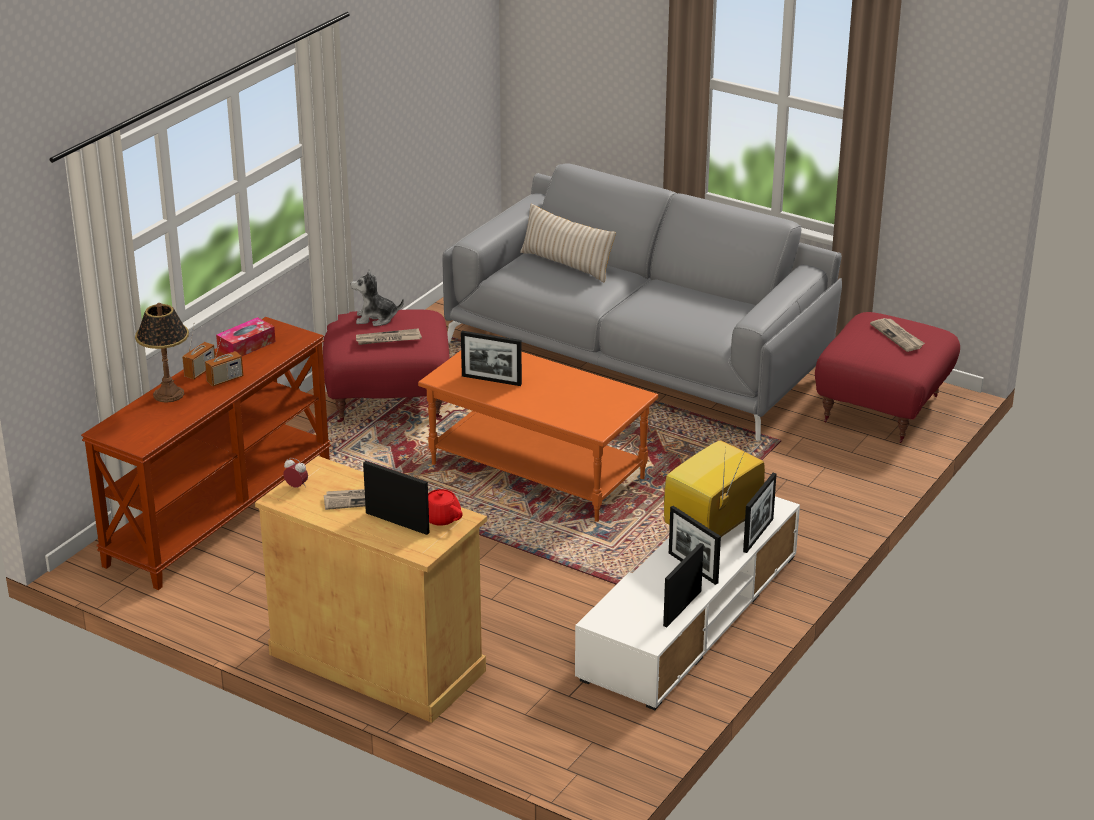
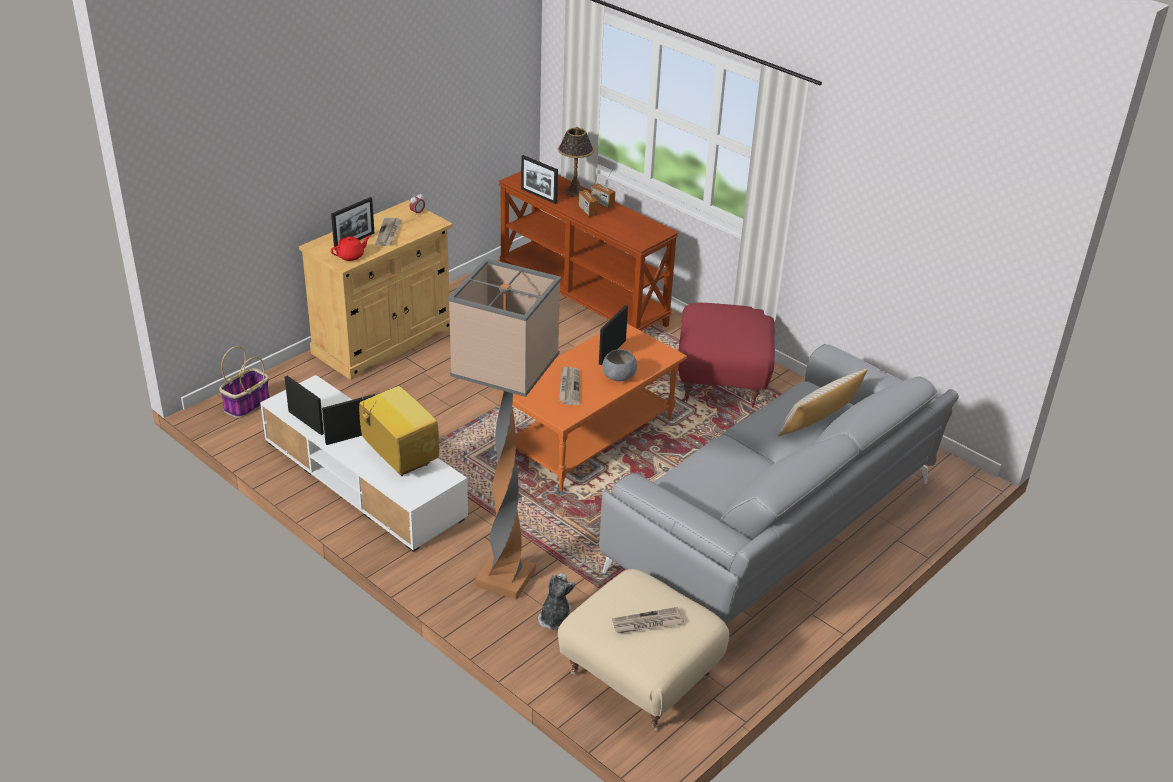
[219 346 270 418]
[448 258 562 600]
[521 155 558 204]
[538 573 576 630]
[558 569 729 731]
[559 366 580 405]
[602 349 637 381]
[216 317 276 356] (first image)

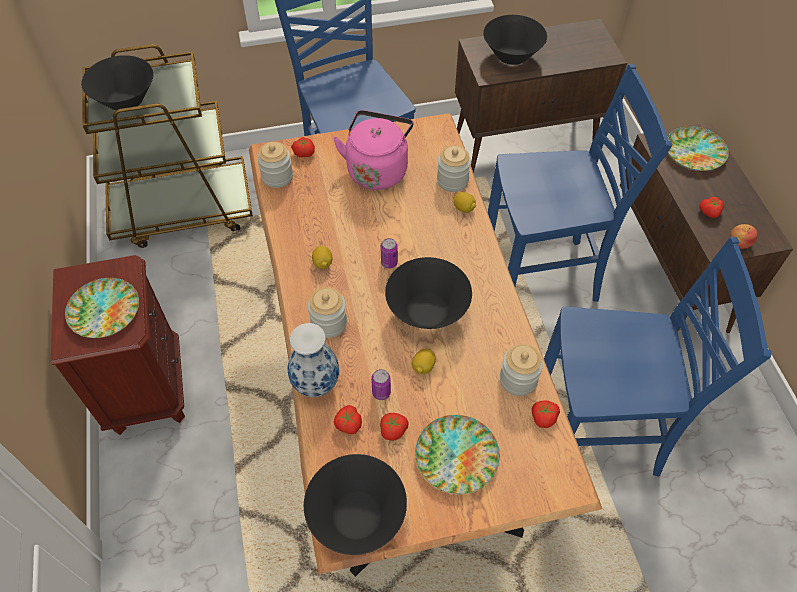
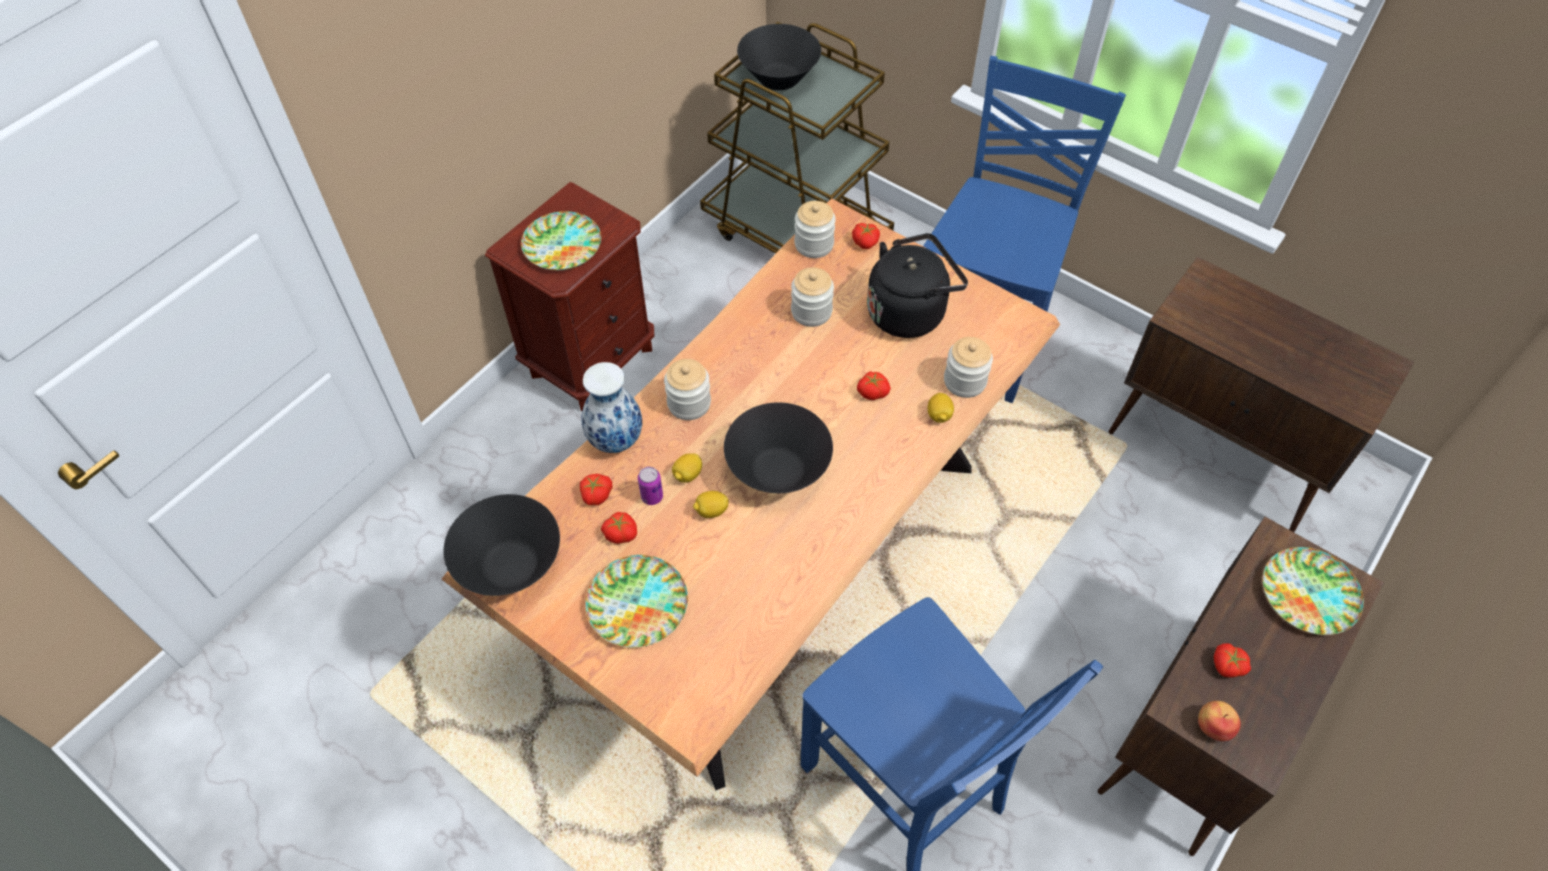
[672 453 702 483]
[791 267 834 327]
[857 371 891 400]
[867 233 968 338]
[381 238 398 269] (first image)
[483 15 547 65] (first image)
[488 64 672 302] (first image)

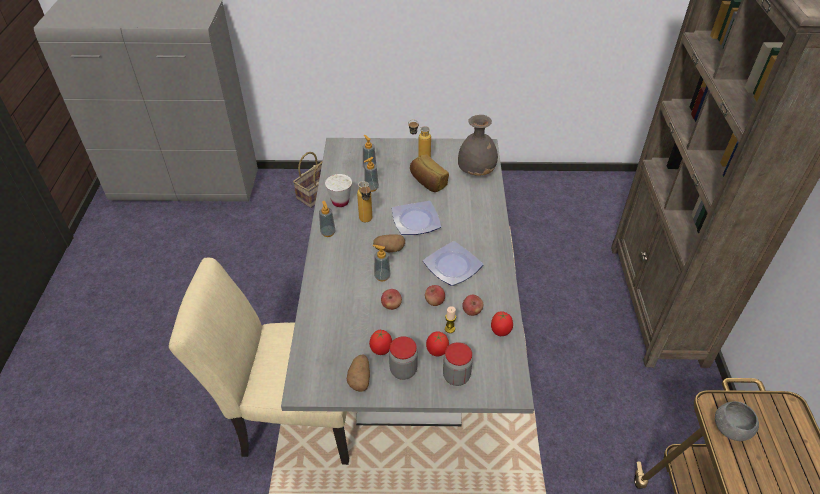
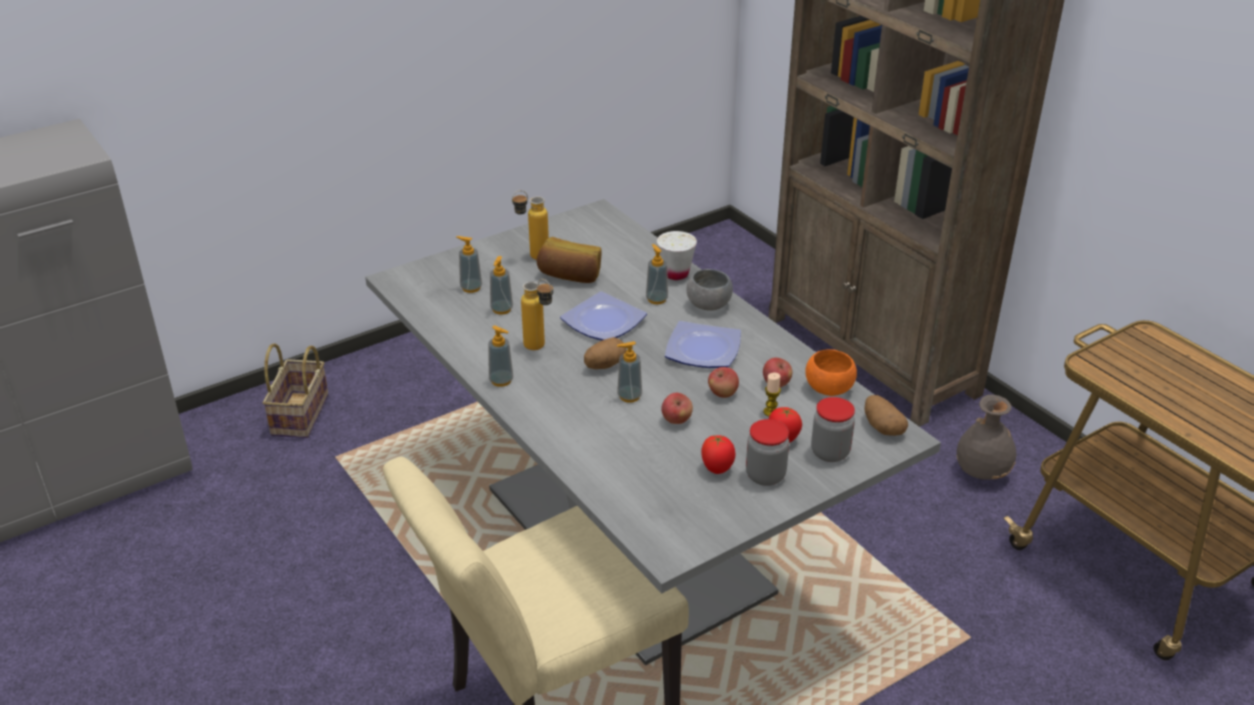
[646 244 668 304]
[657 231 697 280]
[687 269 733 311]
[805 349 857 396]
[865 395 908 436]
[956 395 1017 480]

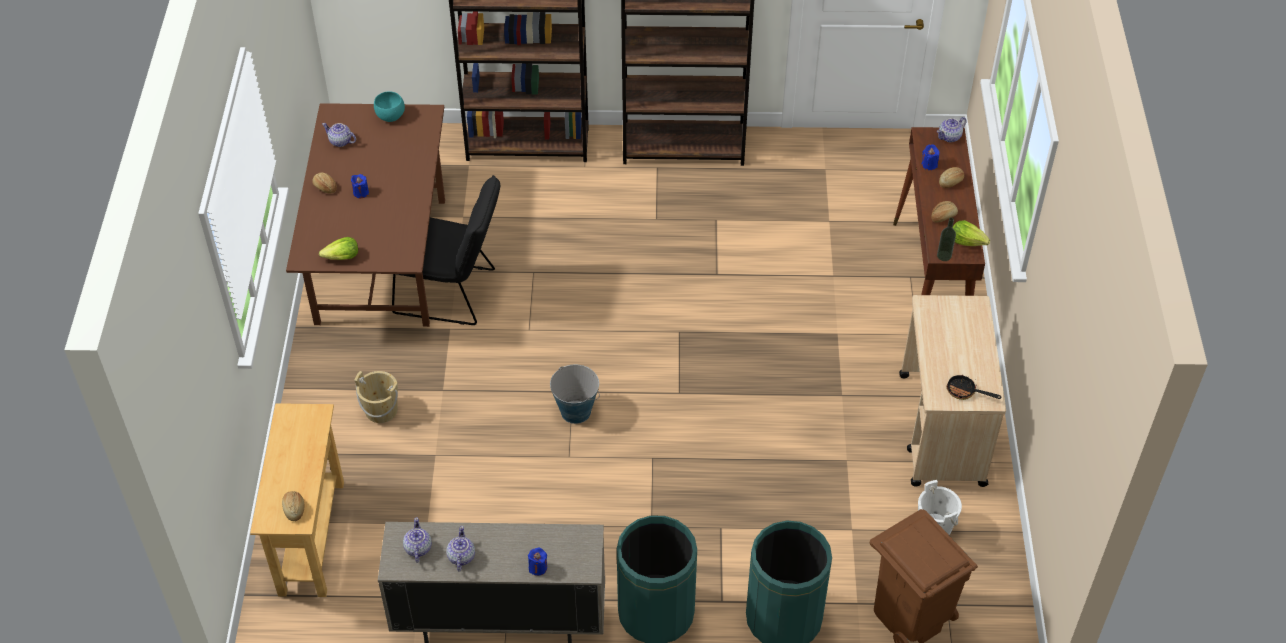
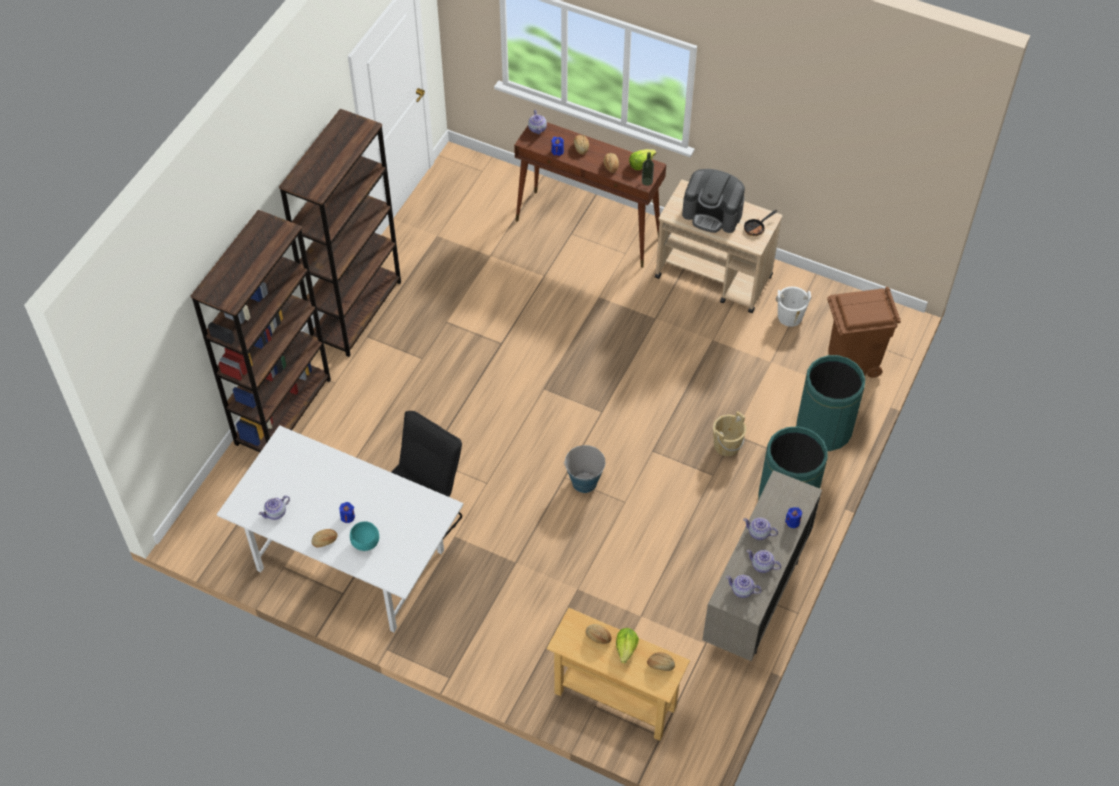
[217 425 464 632]
[350 521 379 551]
[586 624 612 644]
[616 628 639 663]
[682 169 745 233]
[713 411 746 456]
[743 518 778 540]

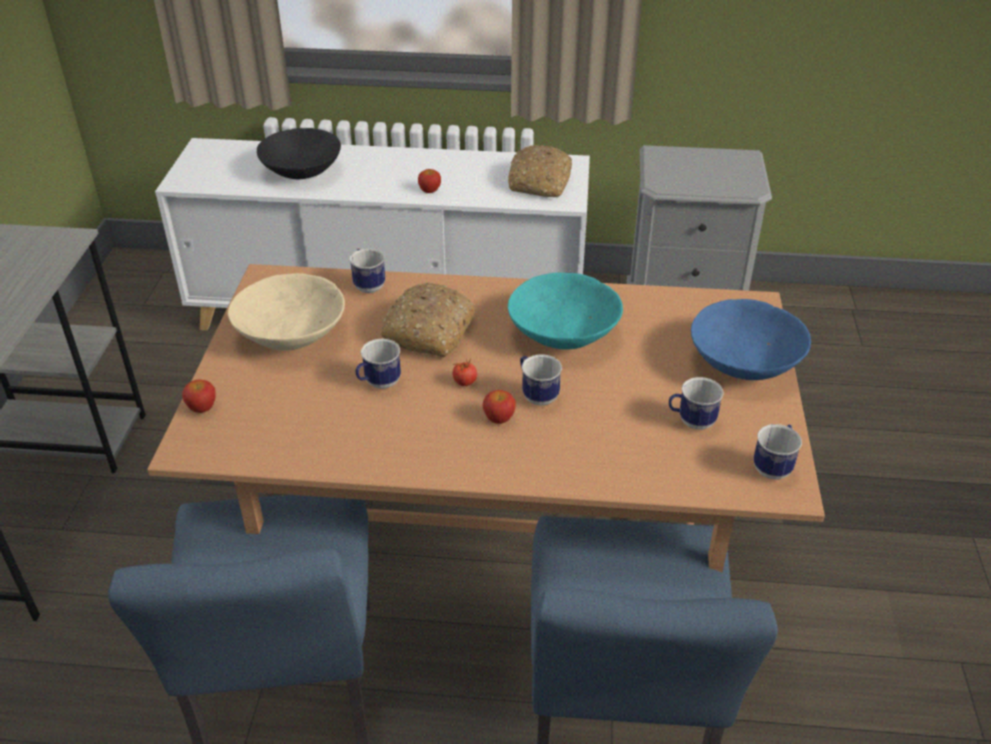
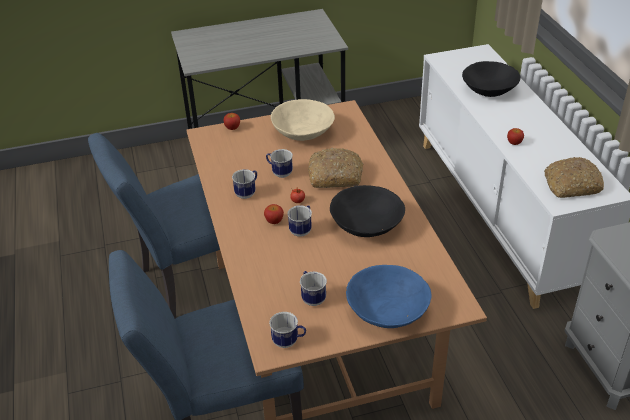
[232 169 257 199]
[330 185 405 237]

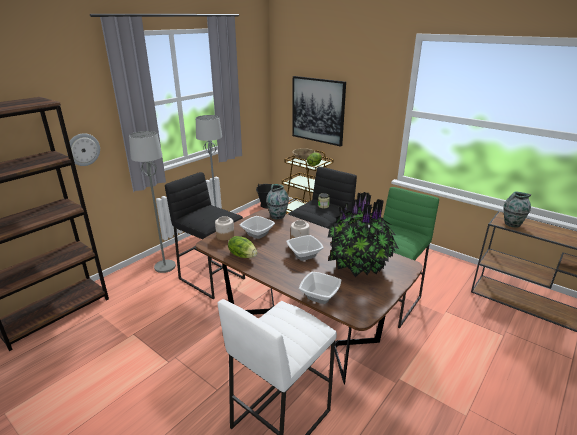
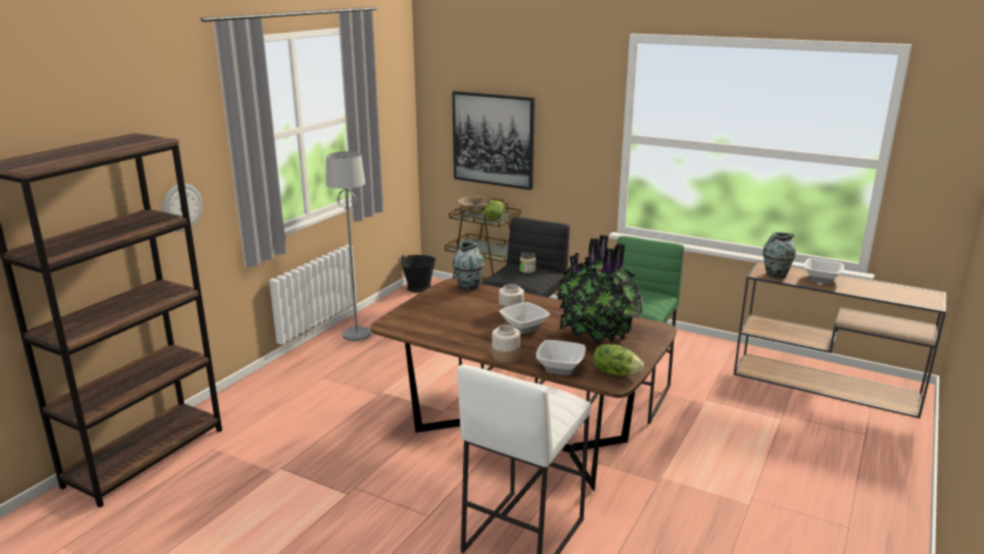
[492 325 521 363]
[593 344 644 376]
[804 258 844 284]
[129 131 176 273] (first image)
[165 172 245 299] (first image)

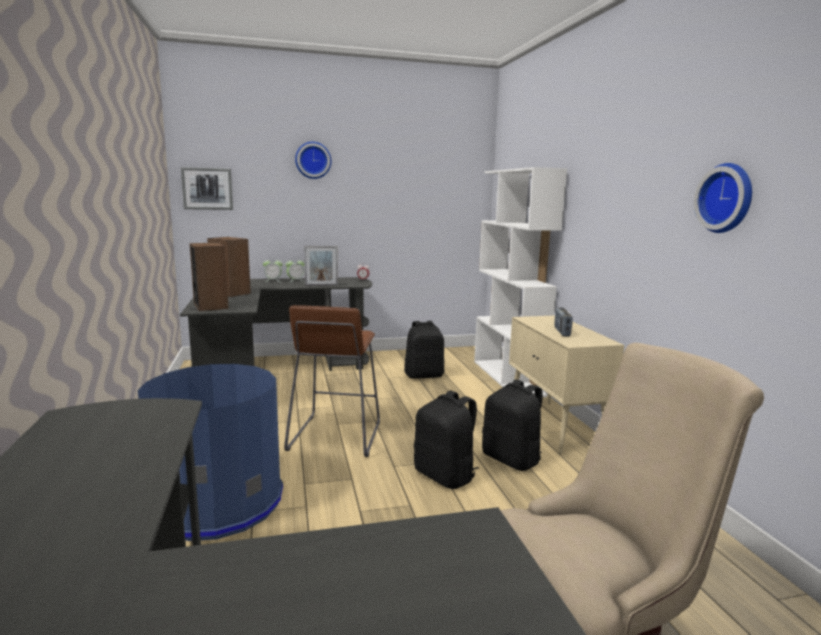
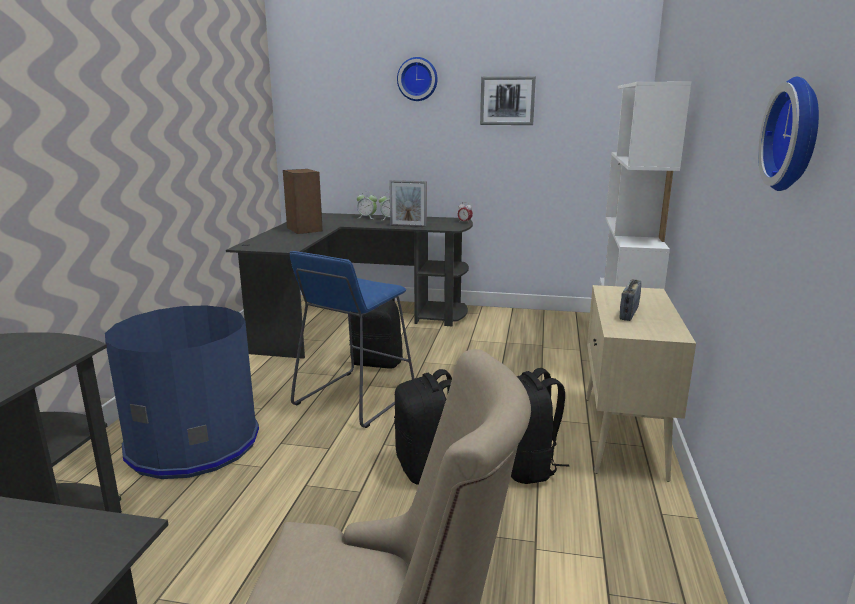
[290 251 414 428]
[349 298 403 369]
[480 76 536 125]
[190 243 228 311] (first image)

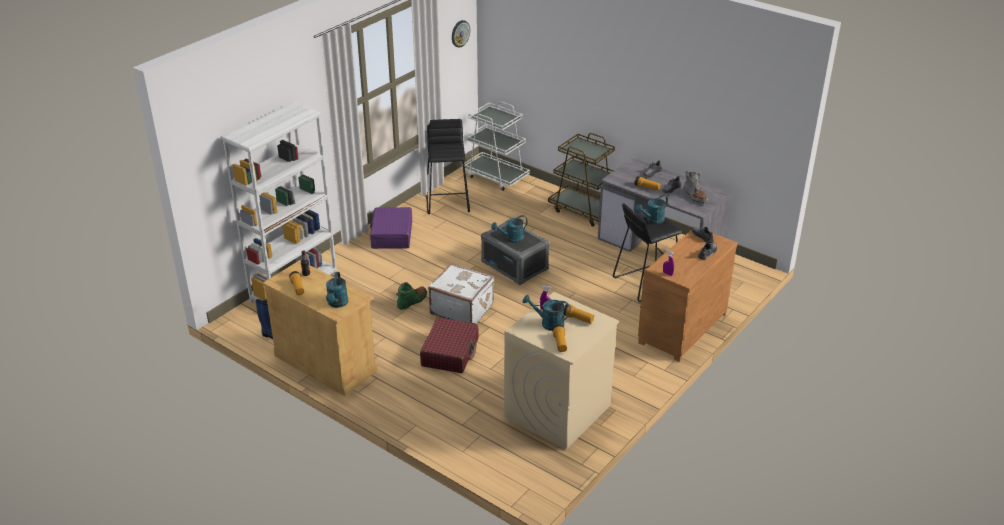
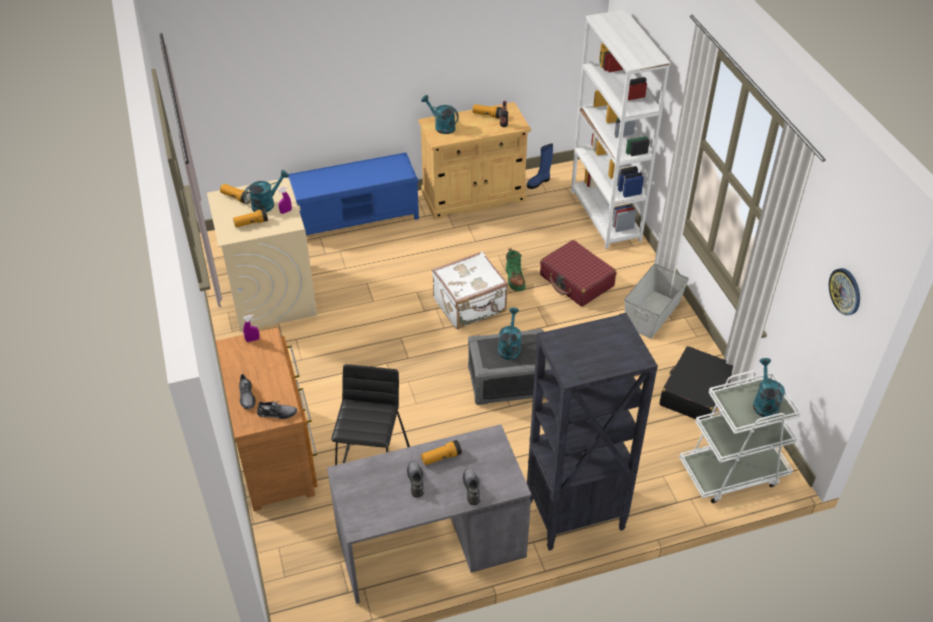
[287 152 419 235]
[527 313 658 551]
[540 240 616 307]
[624 264 689 339]
[659 346 733 420]
[753 358 785 418]
[683 171 709 204] (first image)

